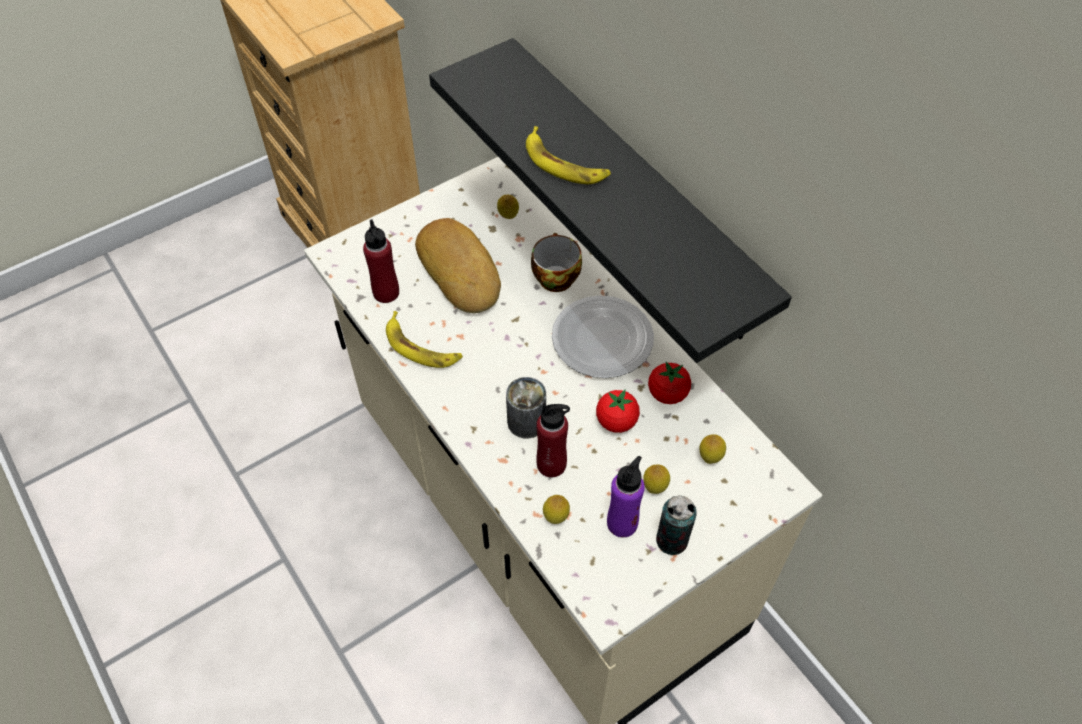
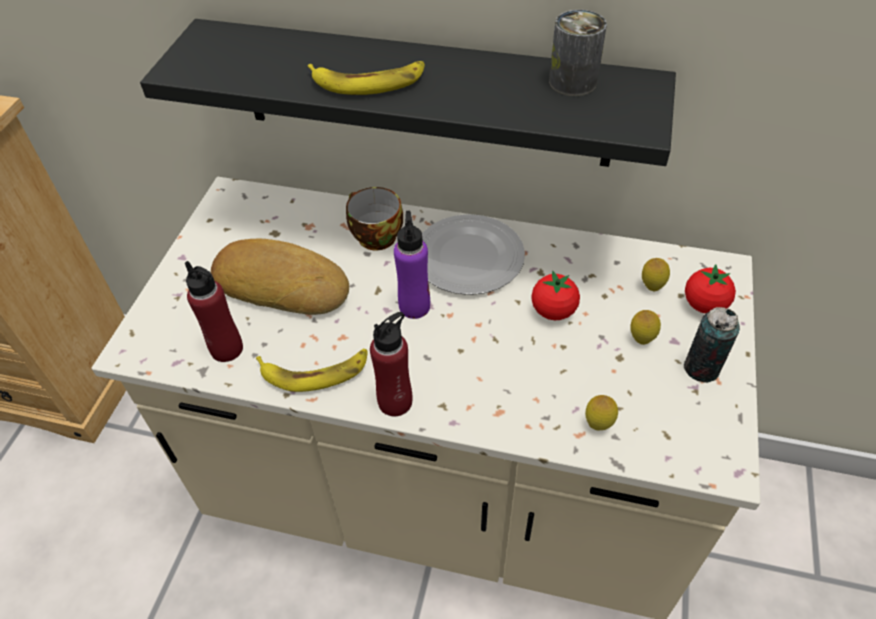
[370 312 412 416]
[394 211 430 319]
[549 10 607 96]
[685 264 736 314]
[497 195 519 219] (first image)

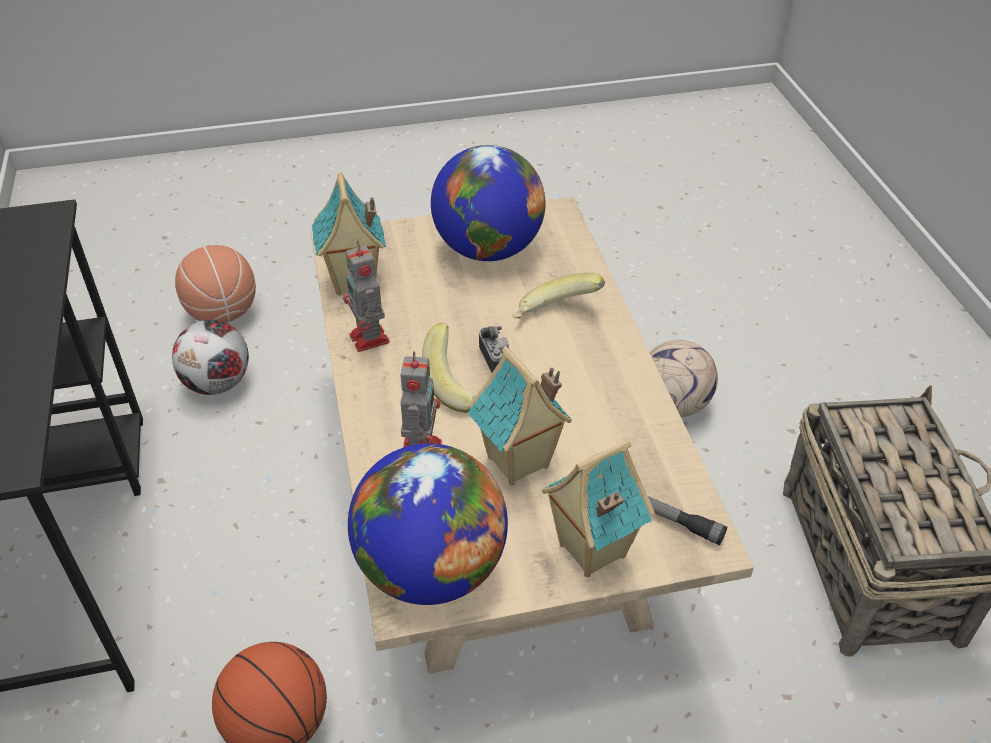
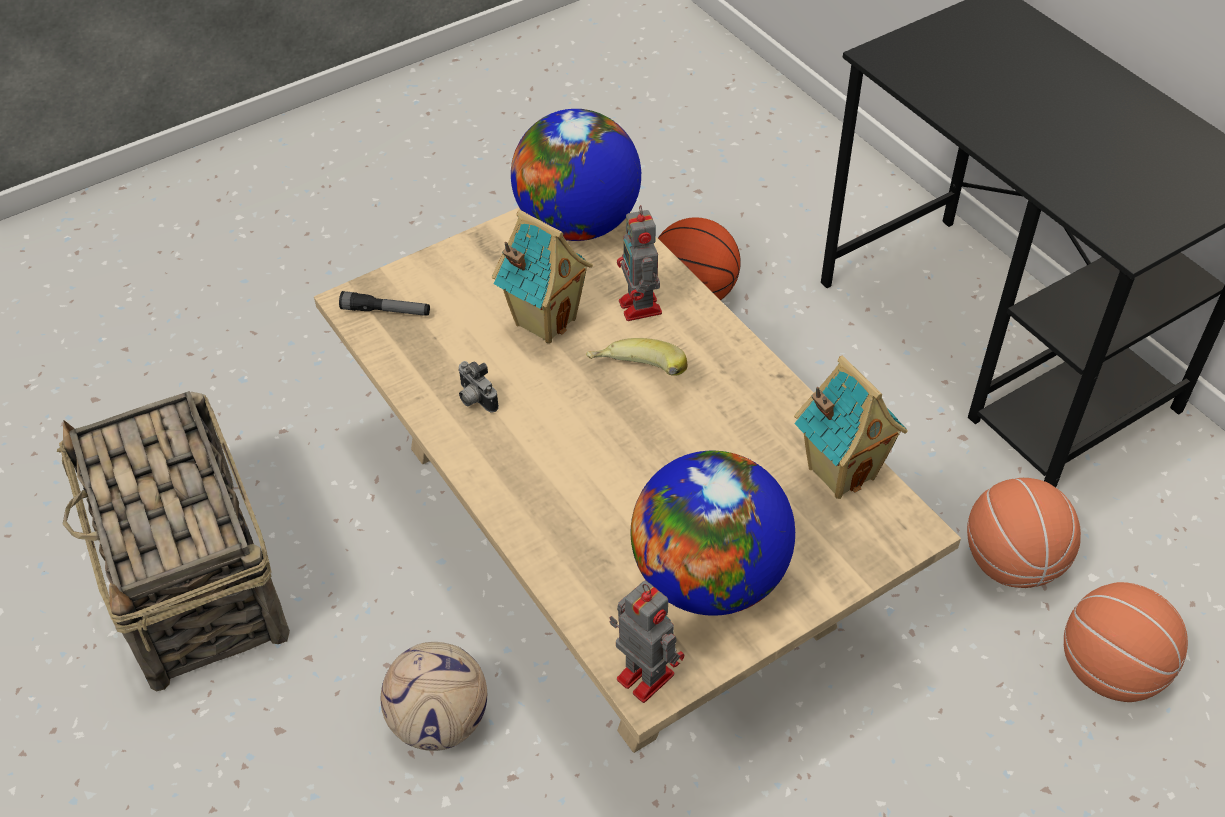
[458 361 499 412]
[610 580 684 703]
[967 478 1081 588]
[513 273 605 318] (first image)
[542 439 655 577] (first image)

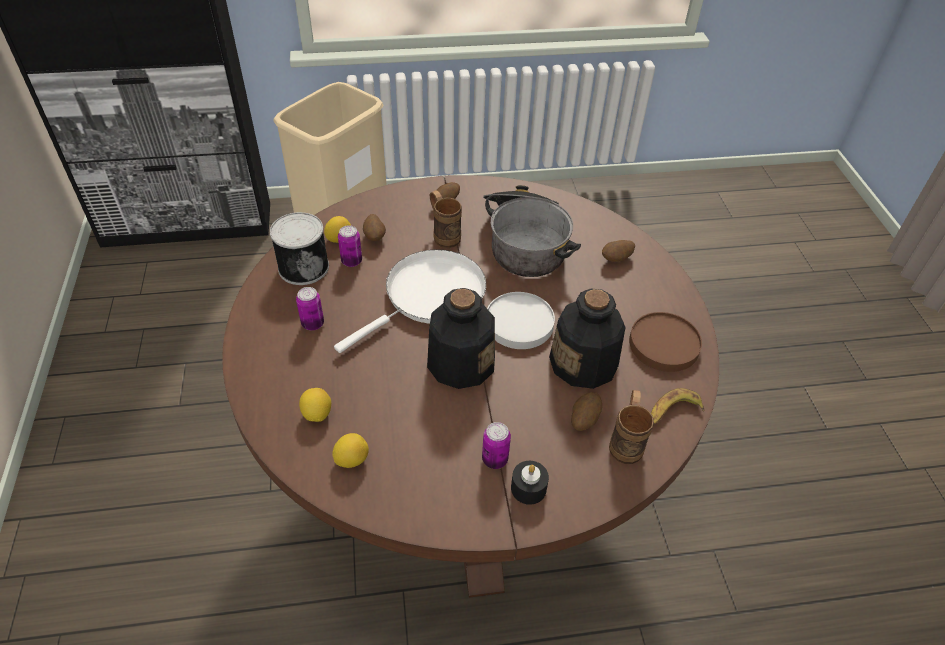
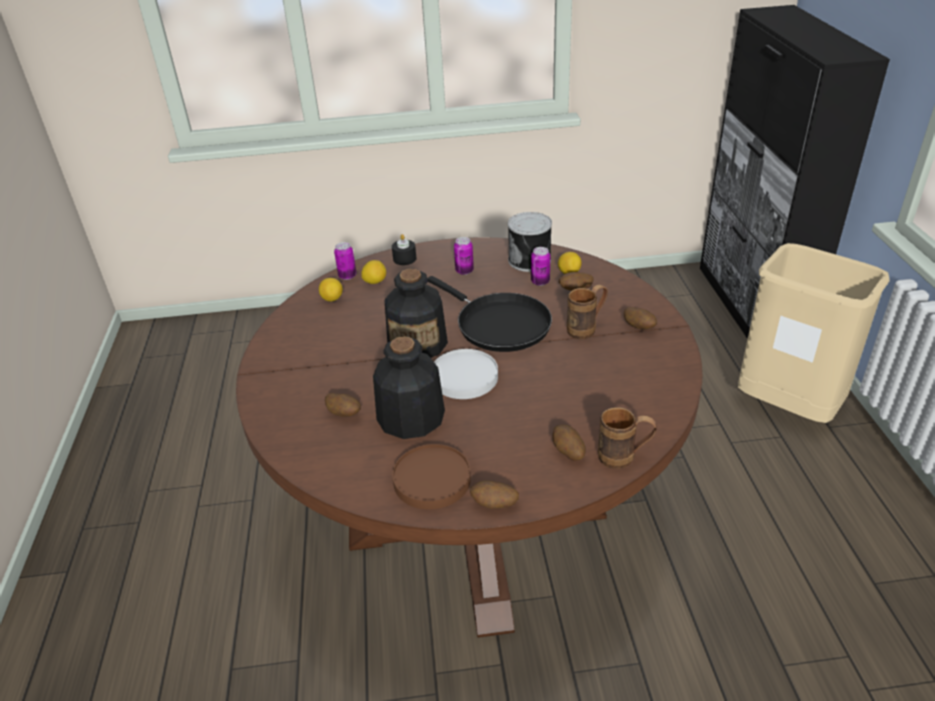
[334 242 356 280]
[392 234 417 265]
[428 276 552 352]
[470 480 519 509]
[598 407 657 469]
[483 185 581 277] (first image)
[651 388 705 425] (first image)

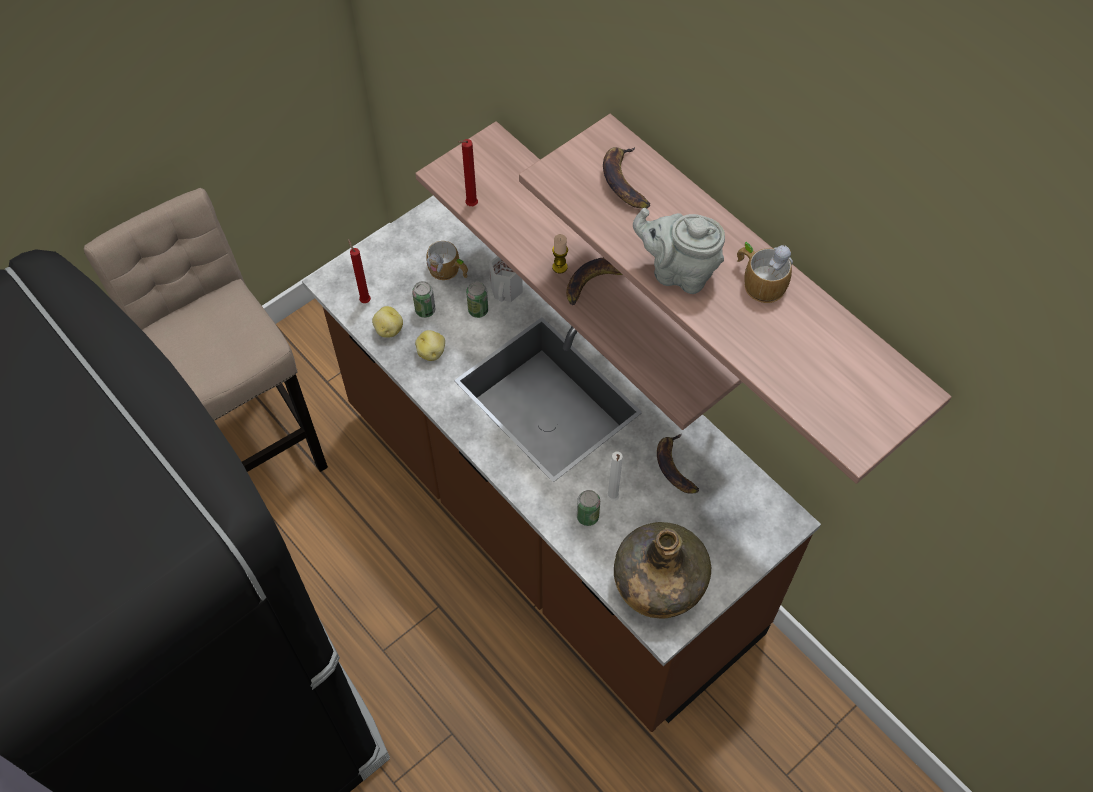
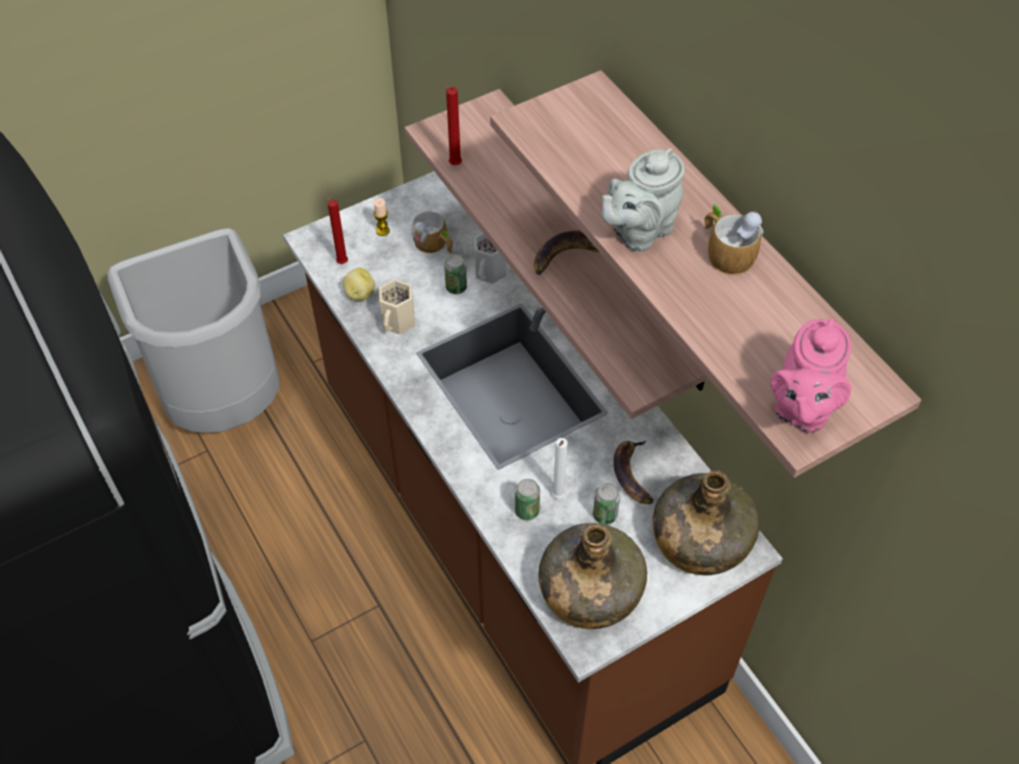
[108 228 279 433]
[374 198 390 236]
[379 279 415 335]
[593 483 620 525]
[601 148 685 252]
[653 470 760 576]
[770 318 851 433]
[603 147 650 208] (first image)

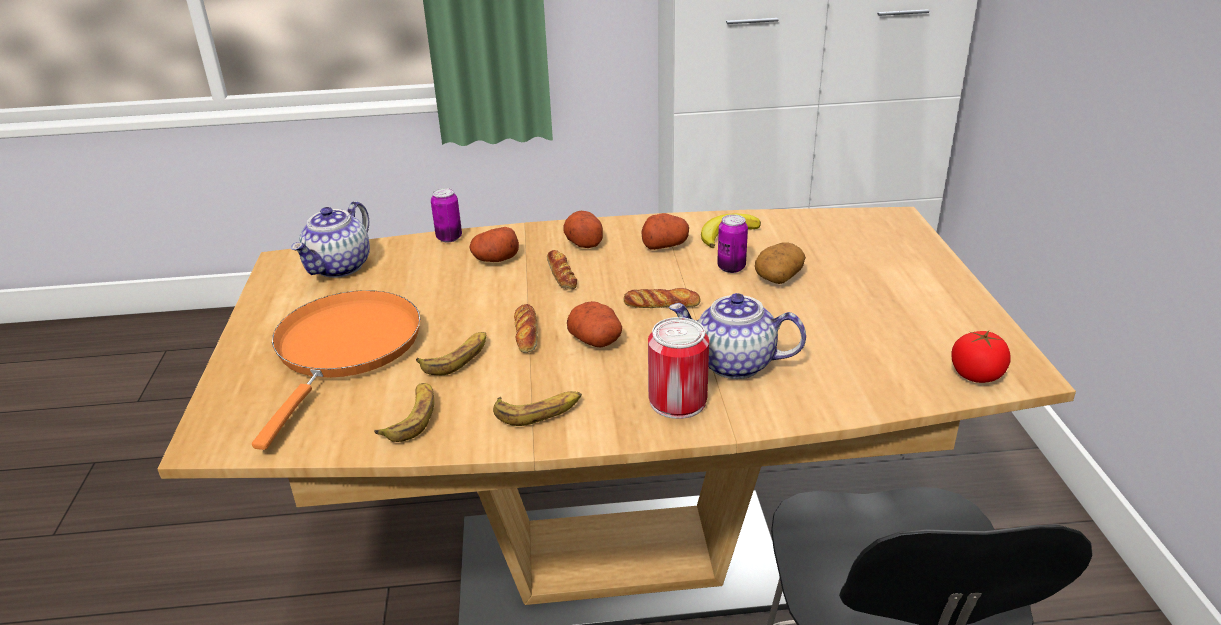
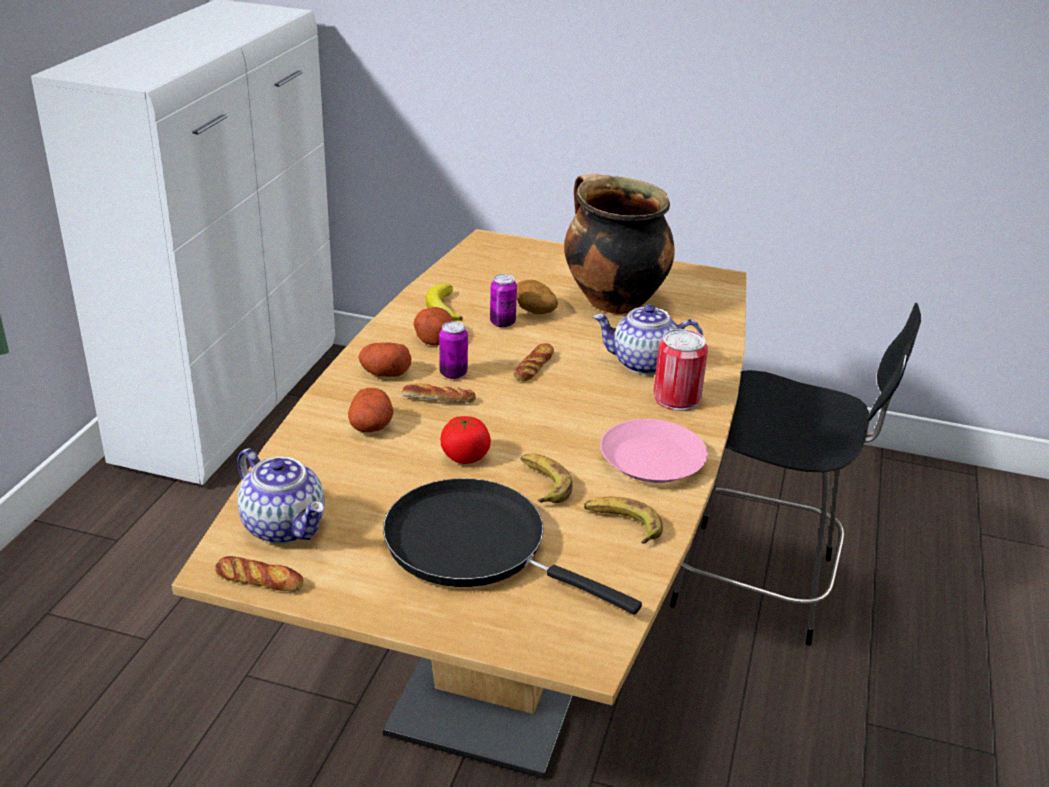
[215 556 304 592]
[383 478 642 615]
[439 321 468 379]
[440 416 491 464]
[564 174 675 314]
[593 304 704 375]
[600 419 708 483]
[567 301 622 347] (first image)

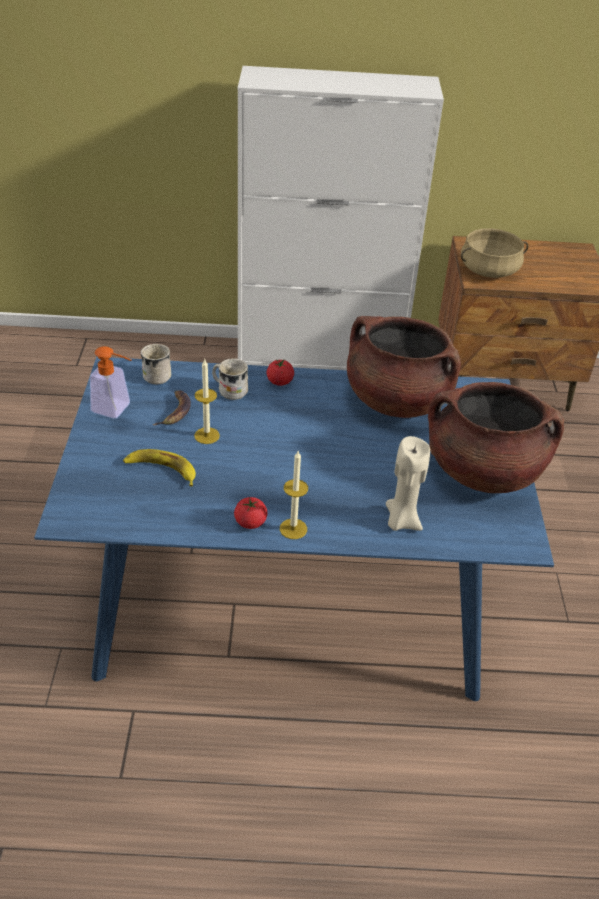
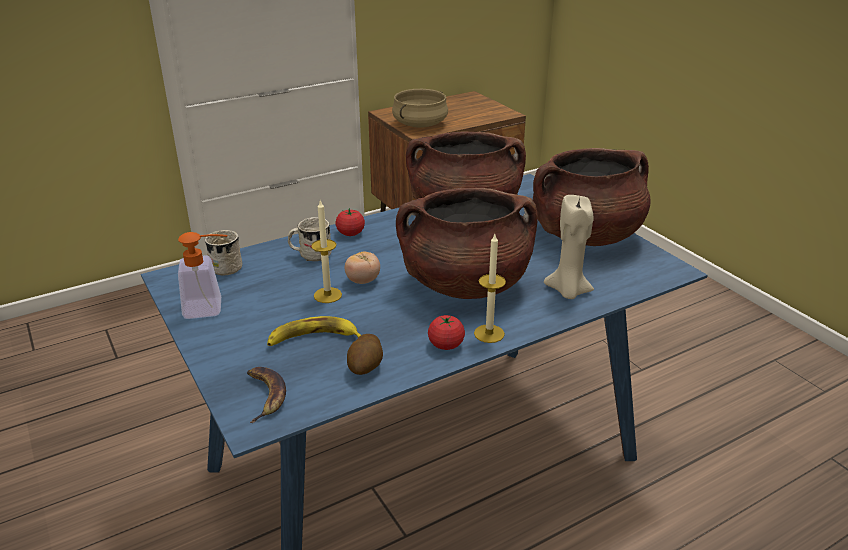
[247 367 286 423]
[344 251 380 284]
[347 334 383 375]
[396 188 538 299]

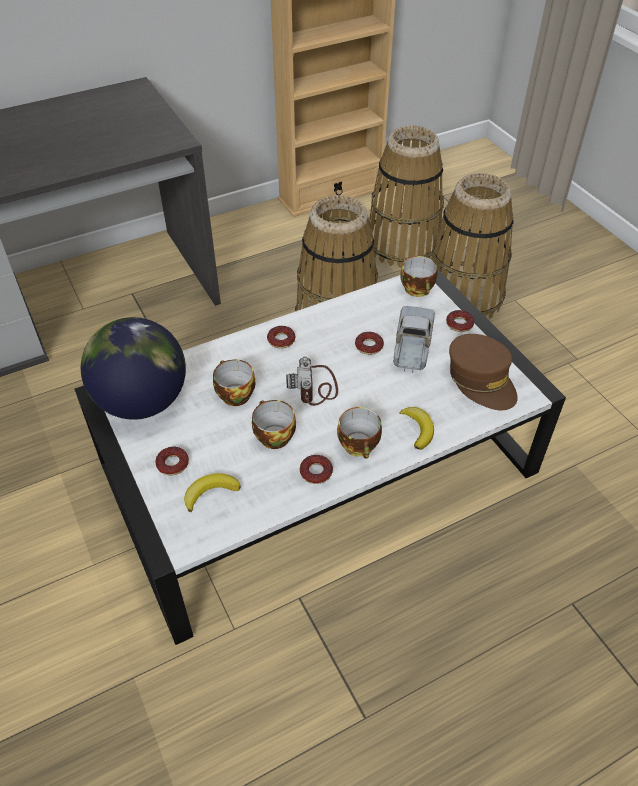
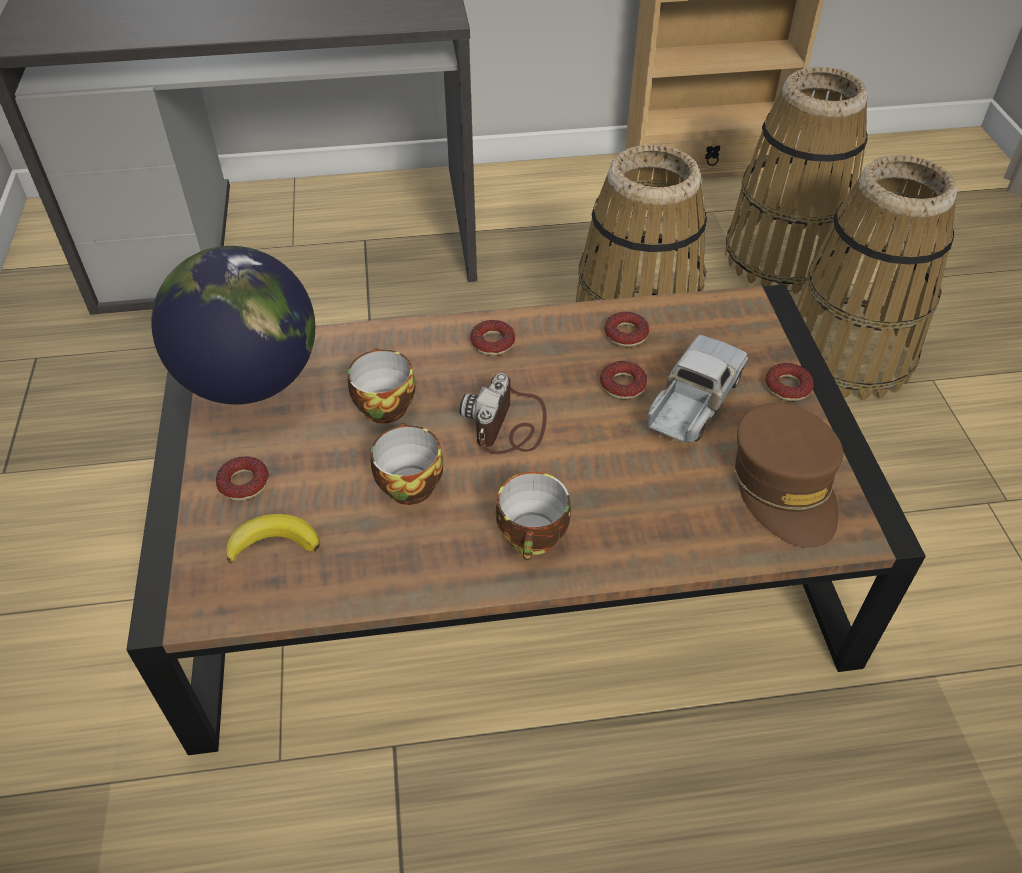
[126 284 926 755]
[604 312 649 347]
[400 407 434 450] (first image)
[401 256 437 297] (first image)

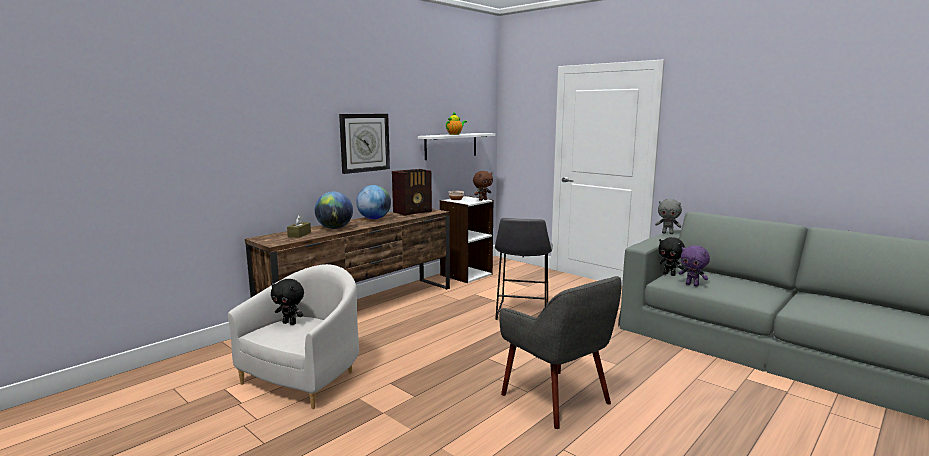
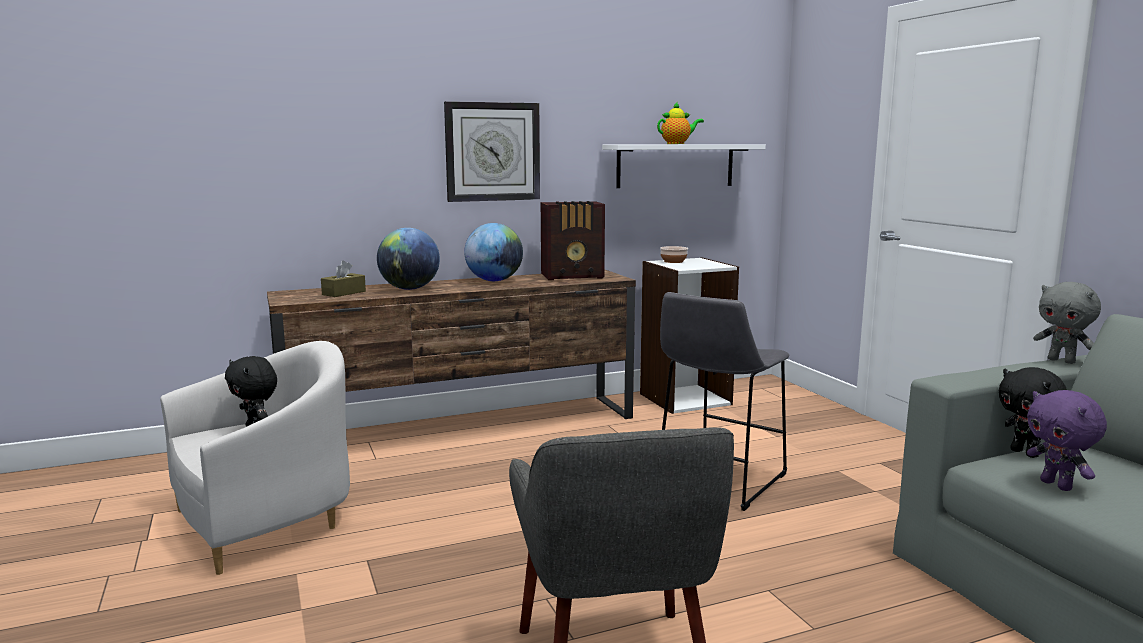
[473 171 493 201] (first image)

